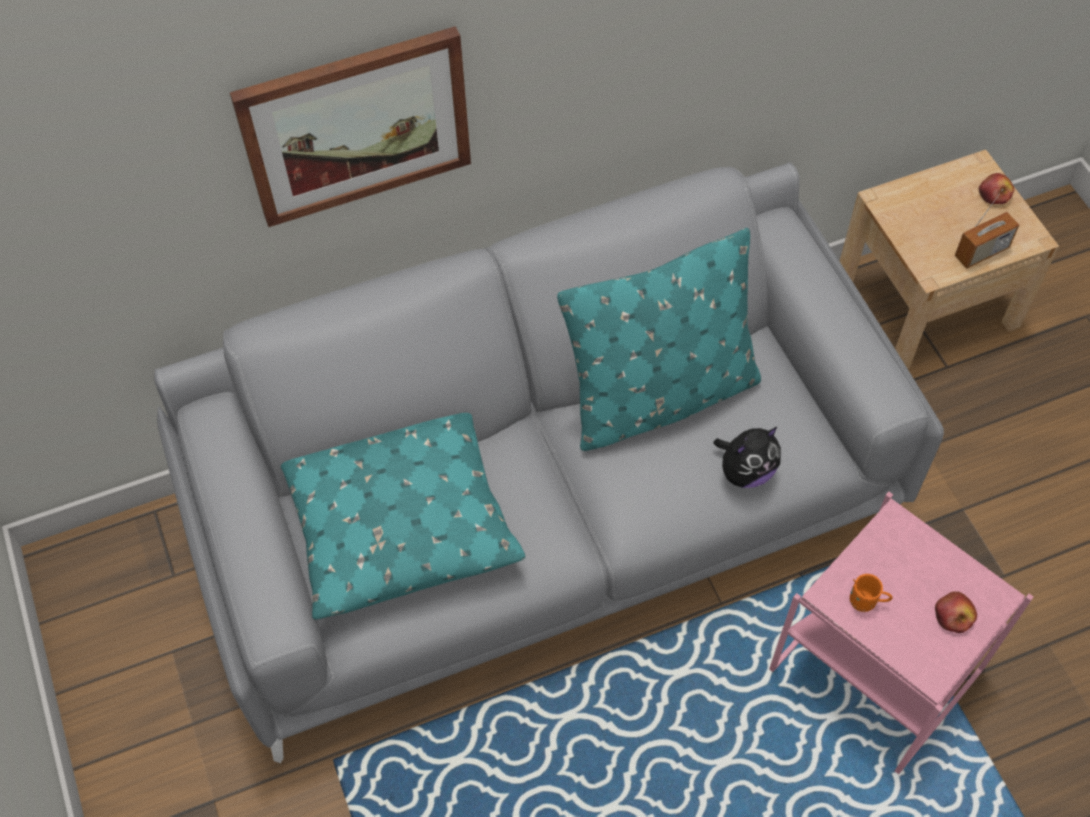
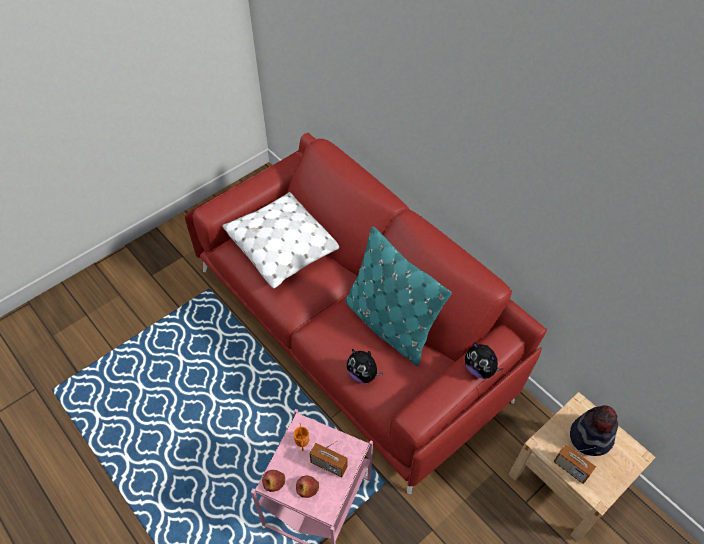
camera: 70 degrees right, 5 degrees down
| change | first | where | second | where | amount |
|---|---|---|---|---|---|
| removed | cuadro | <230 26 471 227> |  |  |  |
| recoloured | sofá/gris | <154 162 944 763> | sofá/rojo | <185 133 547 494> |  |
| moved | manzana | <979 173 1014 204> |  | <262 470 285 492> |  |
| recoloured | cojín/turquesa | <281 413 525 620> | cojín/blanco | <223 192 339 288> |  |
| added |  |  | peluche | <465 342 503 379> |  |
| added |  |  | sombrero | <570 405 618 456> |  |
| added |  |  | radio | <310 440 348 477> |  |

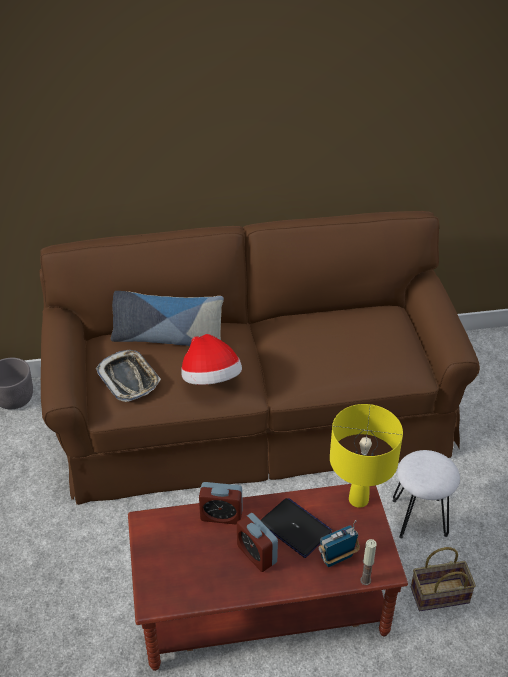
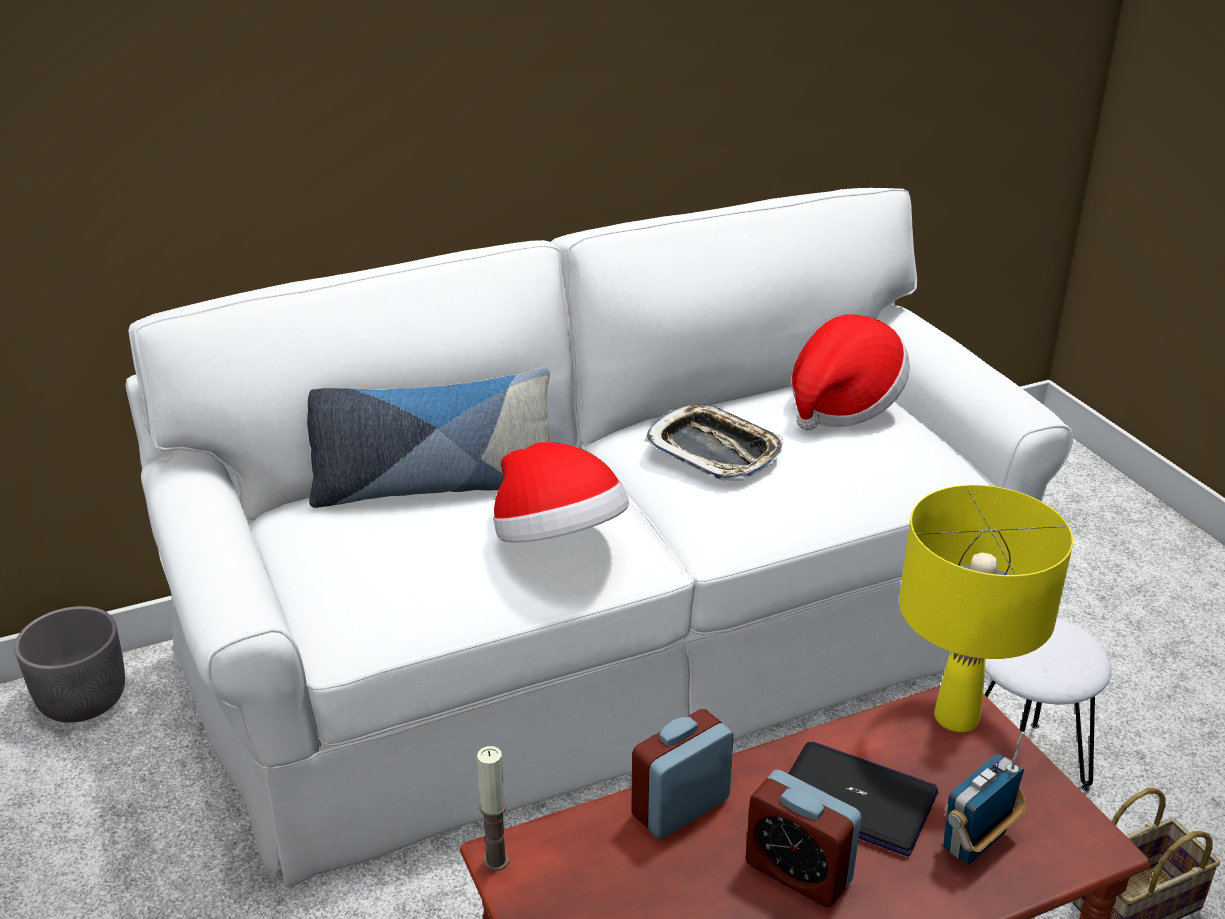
camera: 15 degrees left, 10 degrees down
| change | first | where | second | where | amount |
|---|---|---|---|---|---|
| recoloured | sofá/marrón | <39 211 480 505> | sofá/blanco | <125 188 1073 888> |  |
| moved | bandeja | <96 350 161 402> |  | <645 404 783 481> |  |
| turned | despertador | <199 482 243 525> |  | <632 709 734 839> | 150 degrees clockwise |
| moved | vela | <360 539 377 585> |  | <477 746 509 871> |  |
| added |  |  | sombrero | <791 314 910 430> |  |

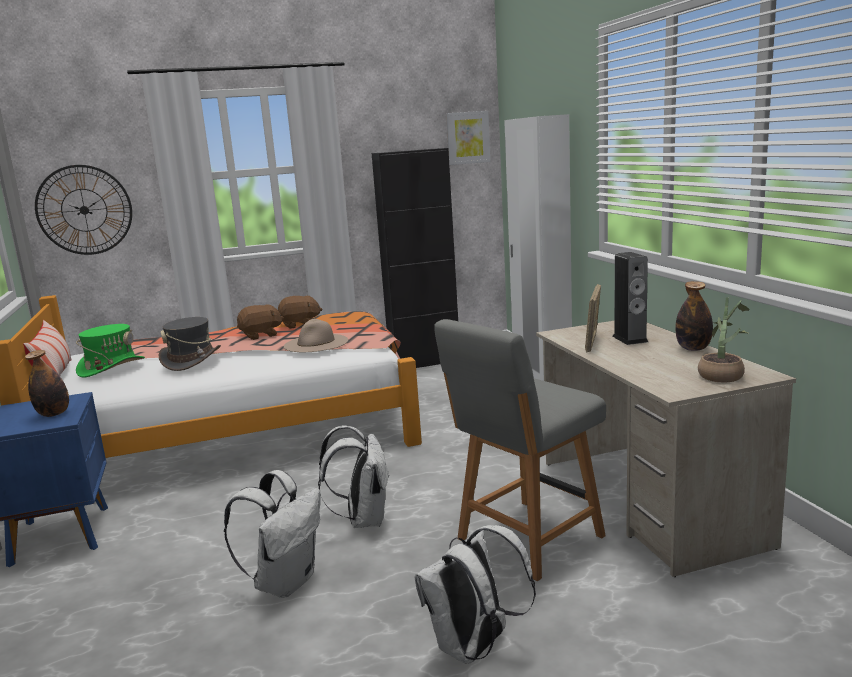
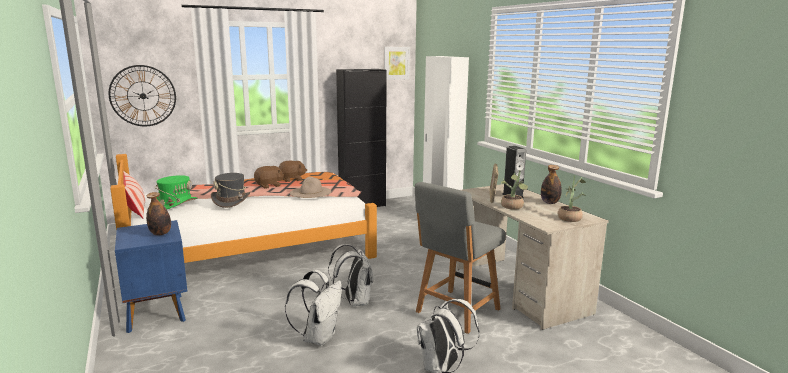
camera: 10 degrees left, 0 degrees up
| change | first | where | second | where | amount |
|---|---|---|---|---|---|
| added |  |  | planta en maceta | <501 170 528 210> |  |

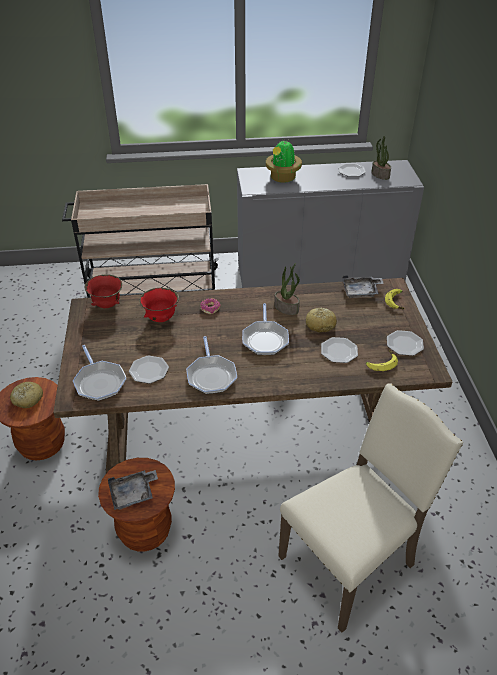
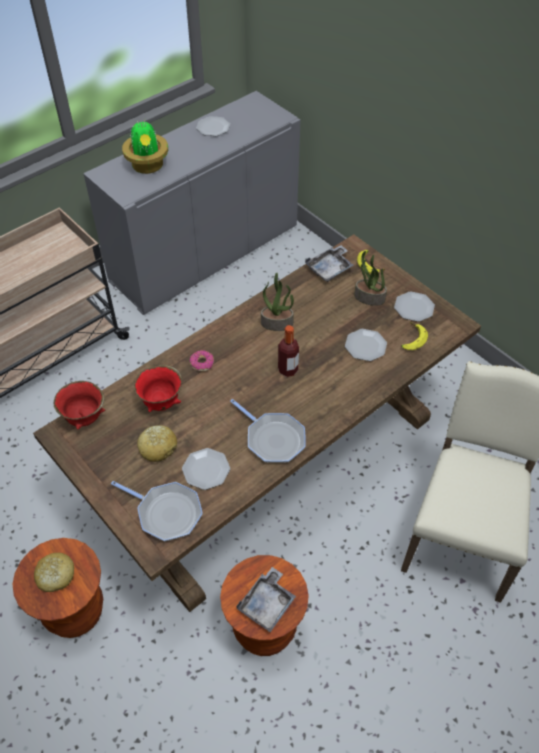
camera: 35 degrees left, 10 degrees up
| change | first | where | second | where | amount |
|---|---|---|---|---|---|
| moved | planta en maceta | <372 136 391 180> |  | <354 251 387 306> |  |
| replaced | sartén | <242 303 289 355> | botella | <278 325 299 377> |  |
| moved | pan | <306 308 337 333> |  | <137 425 177 462> |  |

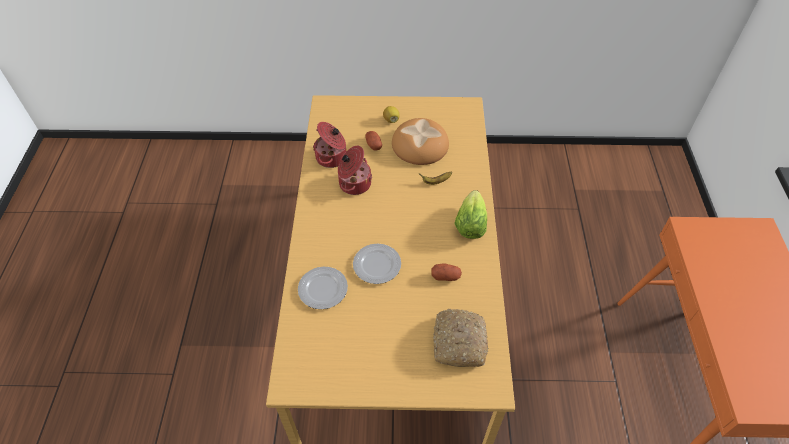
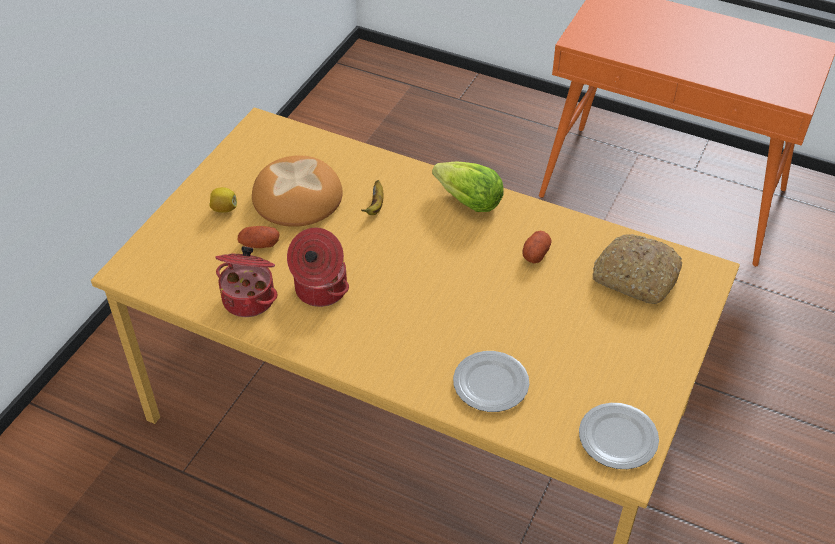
camera: 65 degrees left, 5 degrees down
| change | first | where | second | where | amount |
|---|---|---|---|---|---|
| moved | plato | <353 244 401 284> |  | <579 403 659 469> |  |

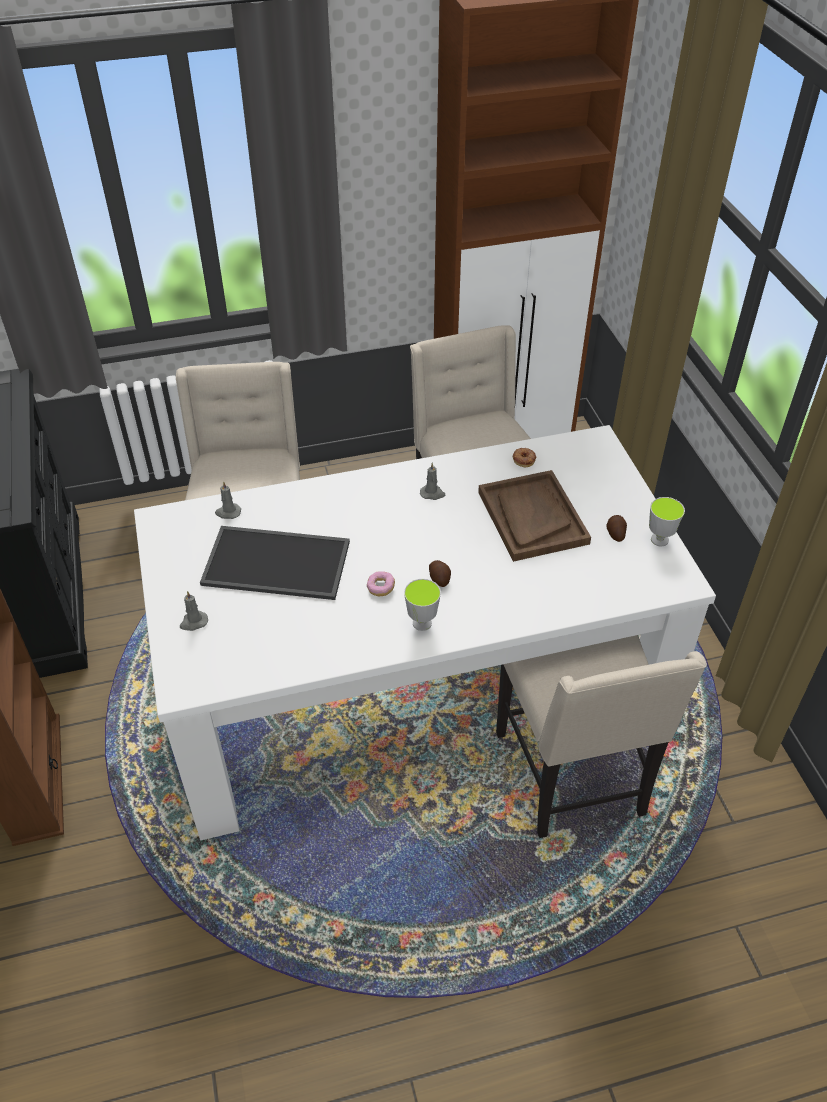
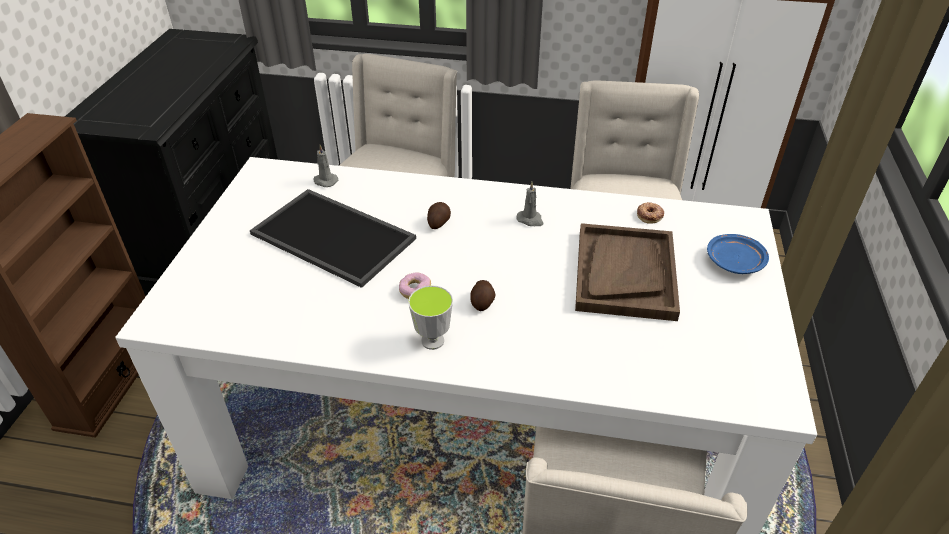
camera: 25 degrees right, 5 degrees down
| change | first | where | second | where | amount |
|---|---|---|---|---|---|
| removed | taza | <649 497 685 546> |  |  |  |
| moved | patata | <606 515 627 542> |  | <427 202 451 229> |  |
| removed | vela/gris | <180 591 208 631> |  |  |  |
| added |  |  | plato/azul | <707 234 769 274> |  |

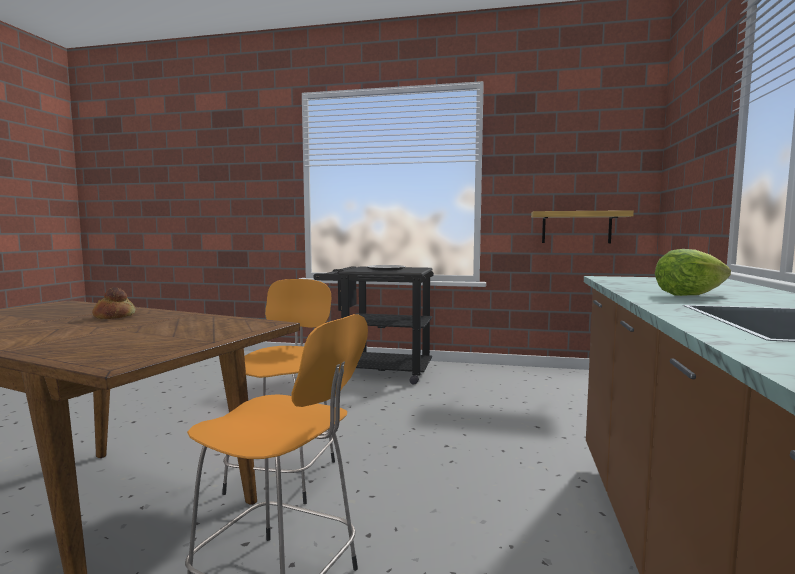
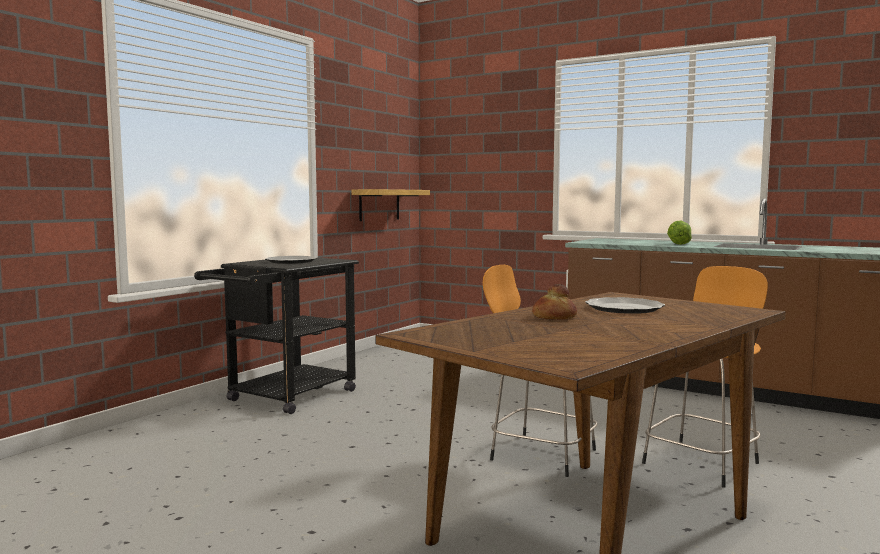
camera: 70 degrees left, 0 degrees up
| change | first | where | second | where | amount |
|---|---|---|---|---|---|
| added |  |  | plato | <585 297 665 314> |  |

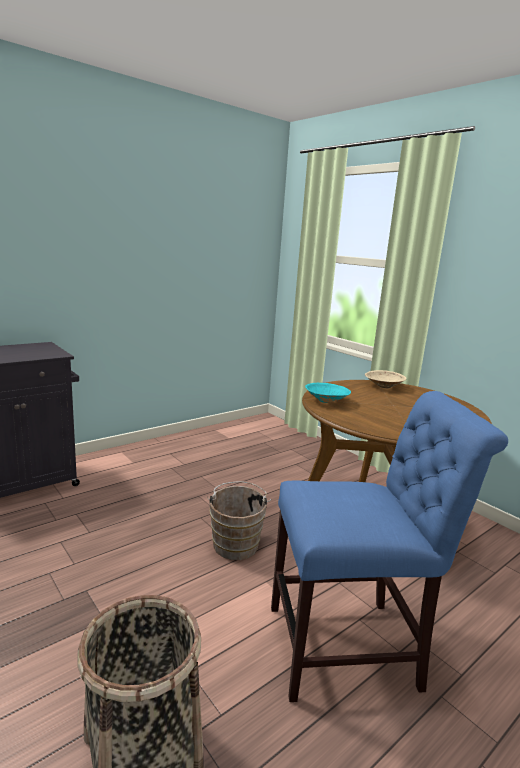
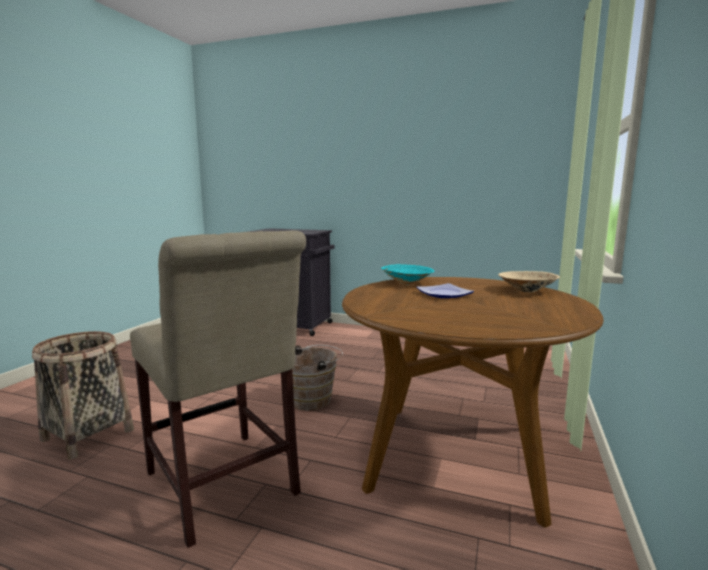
camera: 60 degrees right, 5 degrees down
| change | first | where | second | where | amount |
|---|---|---|---|---|---|
| recoloured | silla/azul | <271 391 508 702> | silla/beis | <130 230 306 548> |  |
| added |  |  | plato | <416 283 474 298> |  |

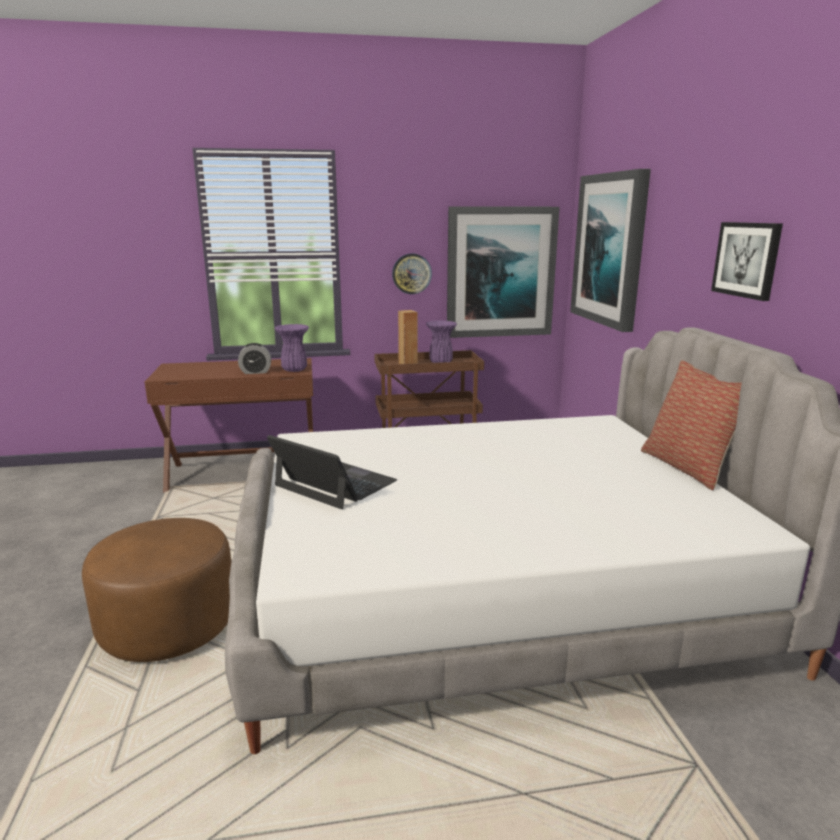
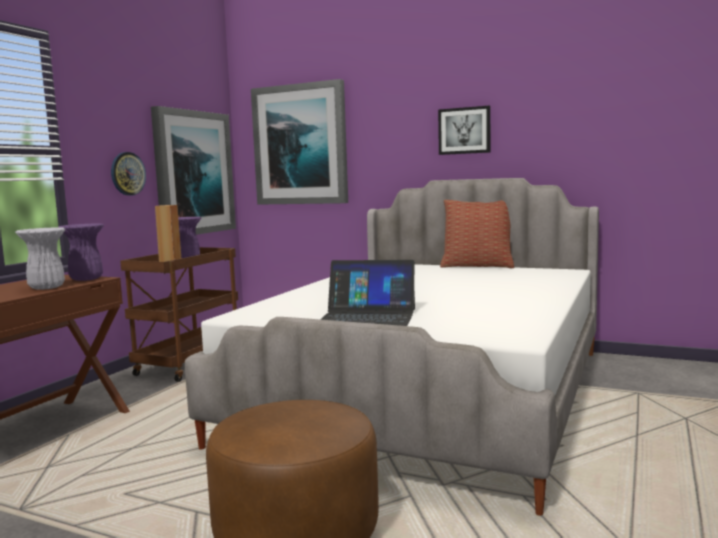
camera: 55 degrees left, 10 degrees down
| change | first | where | second | where | amount |
|---|---|---|---|---|---|
| replaced | despertador | <238 343 271 374> | florero/blanco | <15 227 66 290> |  |
| turned | portátil | <267 435 397 509> |  | <320 260 415 326> | 150 degrees counterclockwise |

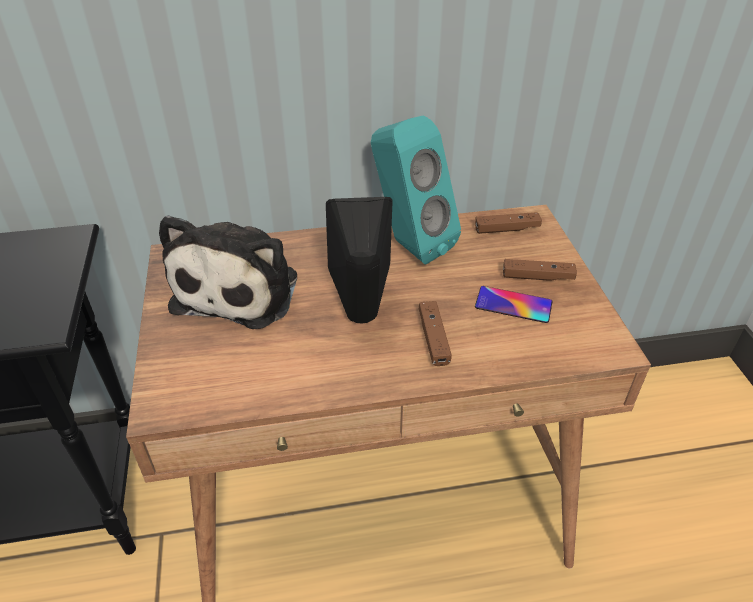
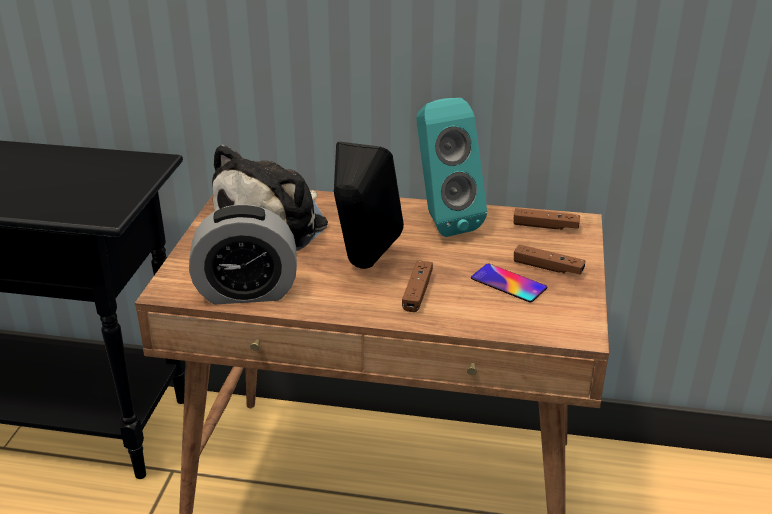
camera: 20 degrees right, 10 degrees down
| change | first | where | second | where | amount |
|---|---|---|---|---|---|
| added |  |  | despertador | <189 204 297 304> |  |

